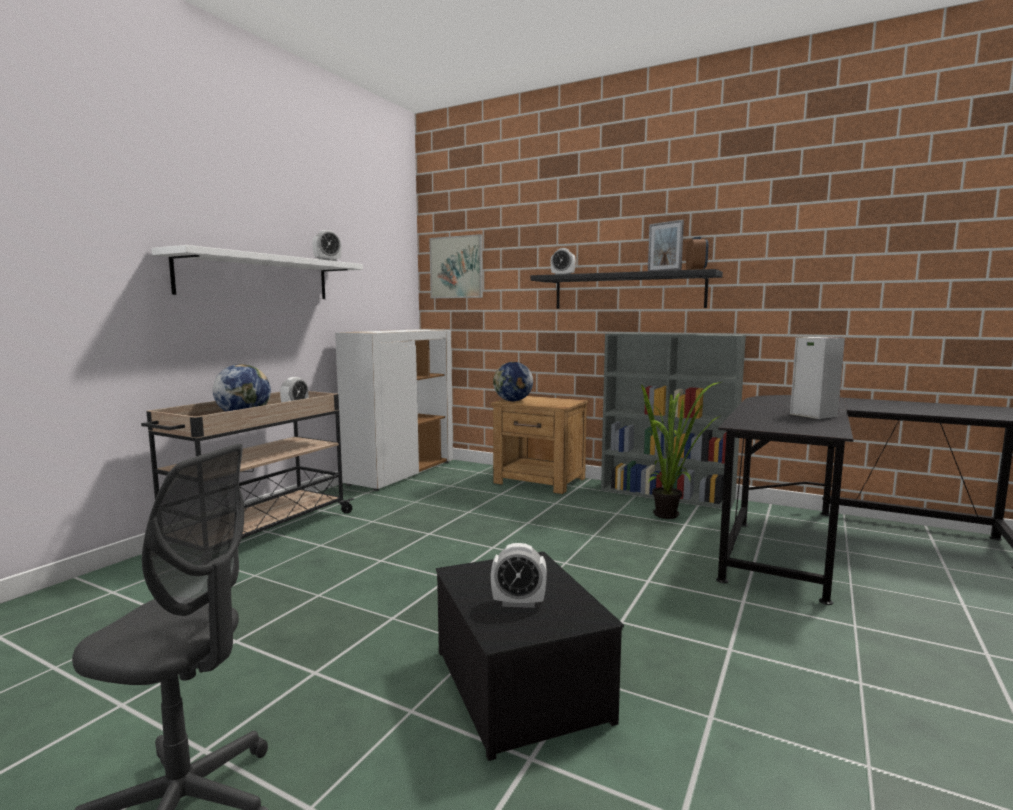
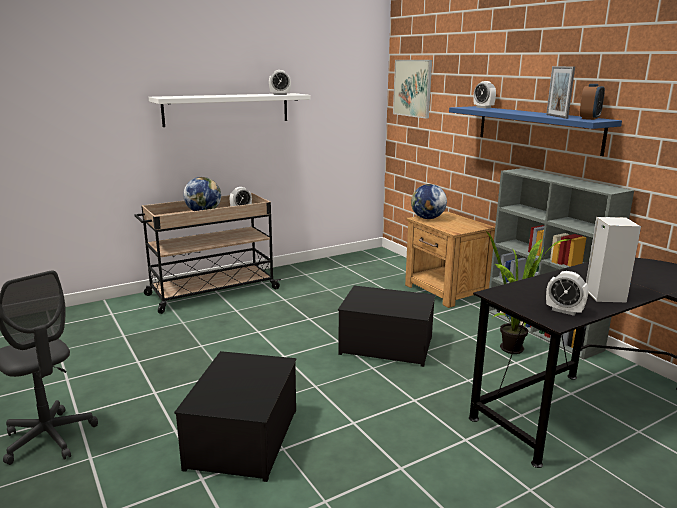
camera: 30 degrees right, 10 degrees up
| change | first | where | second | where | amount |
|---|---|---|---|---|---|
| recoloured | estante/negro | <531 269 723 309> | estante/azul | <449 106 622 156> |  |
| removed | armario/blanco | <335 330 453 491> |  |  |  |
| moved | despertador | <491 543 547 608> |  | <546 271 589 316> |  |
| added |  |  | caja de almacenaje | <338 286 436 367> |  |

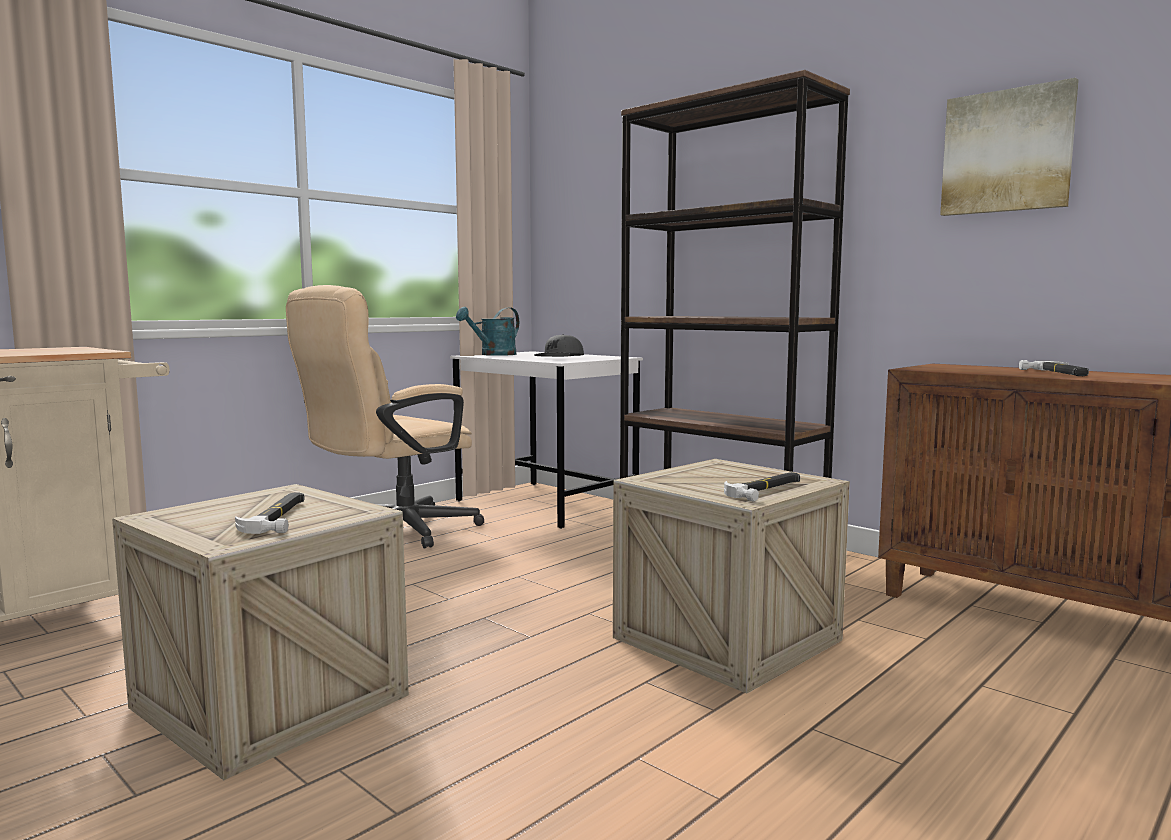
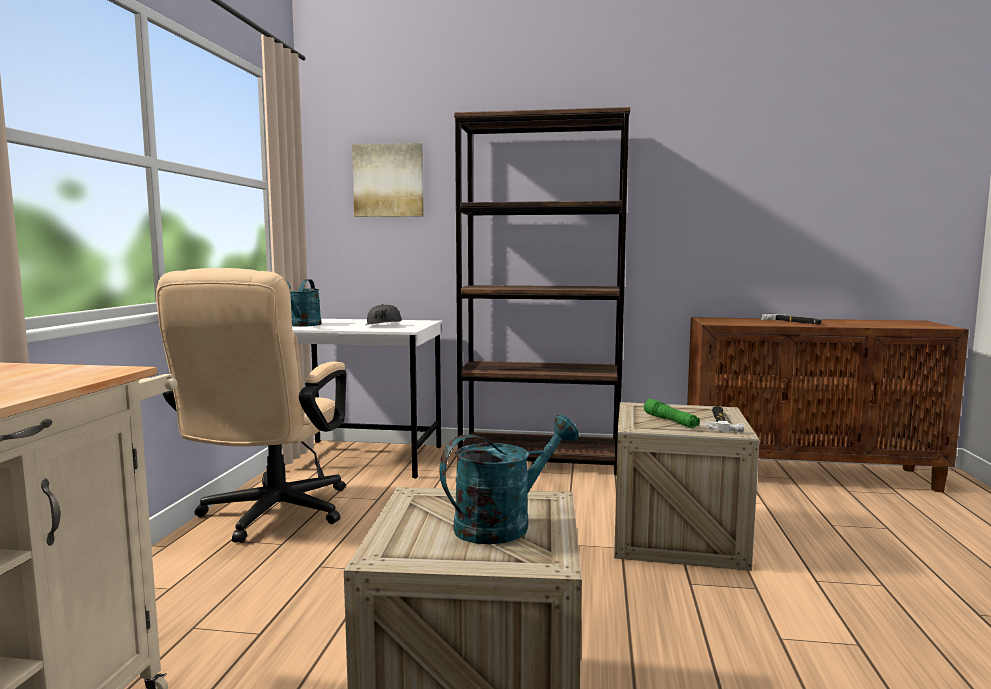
camera: 35 degrees left, 0 degrees up
| change | first | where | second | where | amount |
|---|---|---|---|---|---|
| moved | cuadro | <940 78 1079 216> |  | <352 143 424 217> |  |
| replaced | martillo | <235 493 305 534> | regadera/turquesa | <440 415 579 544> |  |
| added |  |  | linterna/verde | <644 399 700 428> |  |

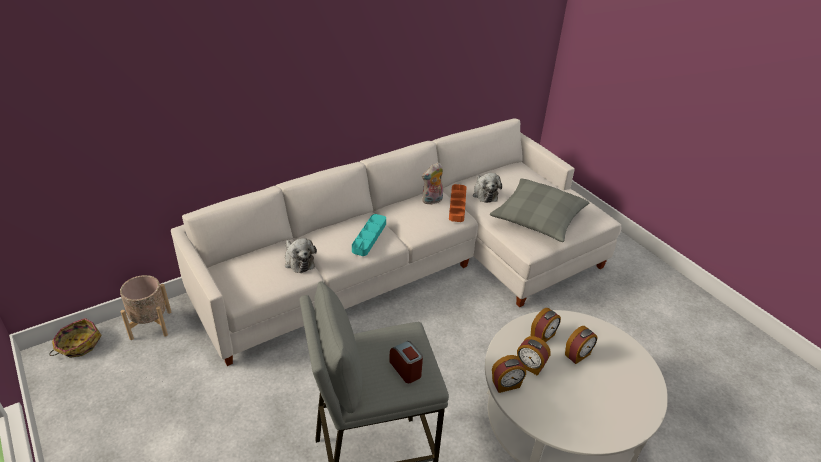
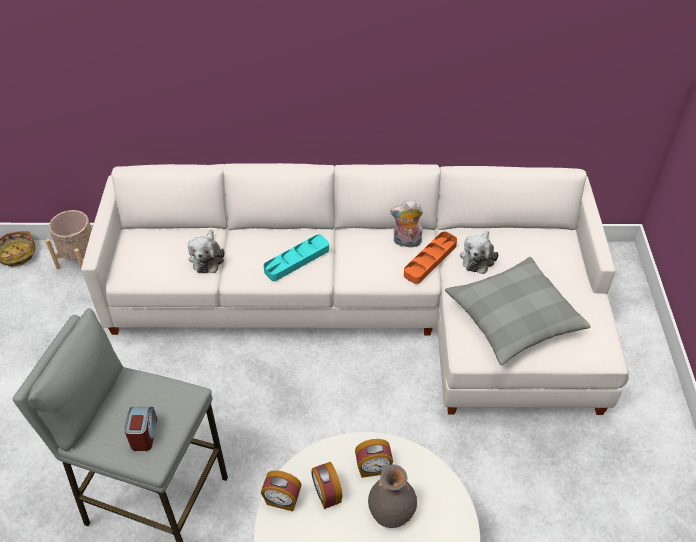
camera: 35 degrees right, 10 degrees up
| change | first | where | second | where | amount |
|---|---|---|---|---|---|
| replaced | despertador | <565 326 598 364> | florero/gris | <368 465 417 528> |  |

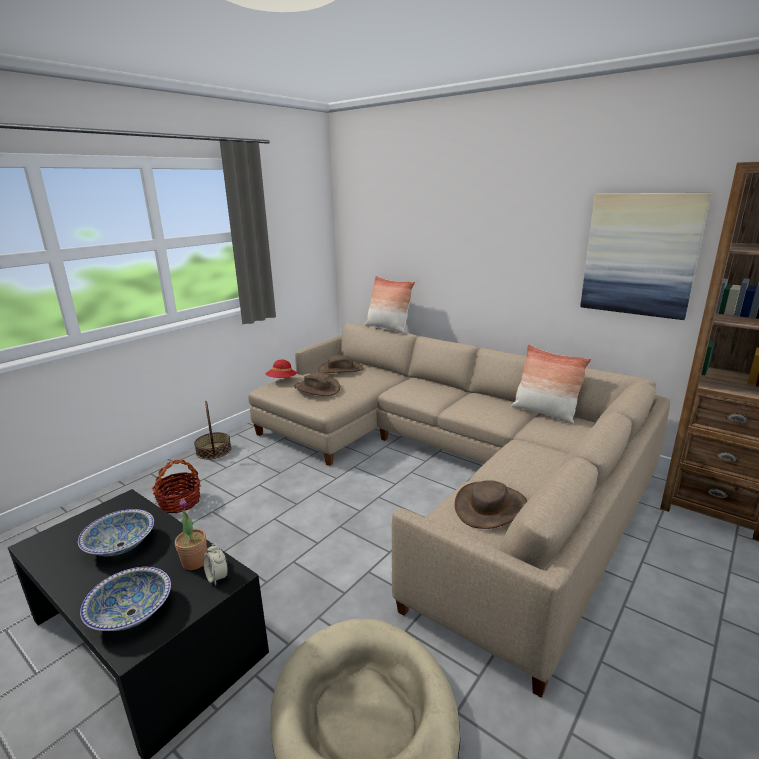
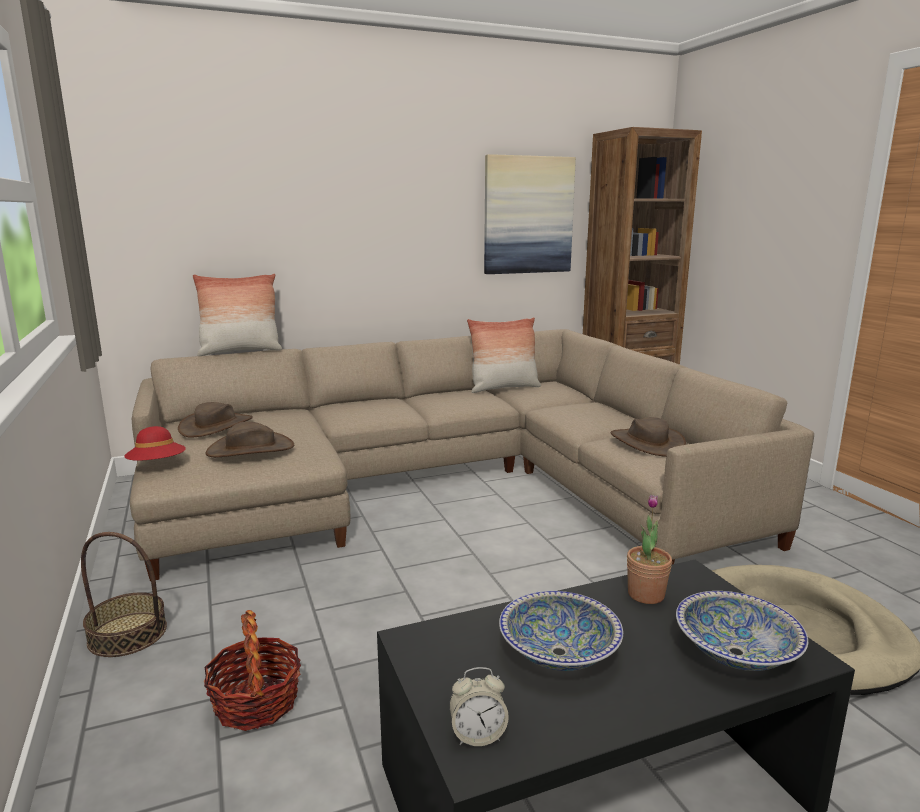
camera: 60 degrees left, 5 degrees down
| change | first | where | second | where | amount |
|---|---|---|---|---|---|
| moved | despertador | <203 543 228 586> |  | <449 667 509 746> |  |

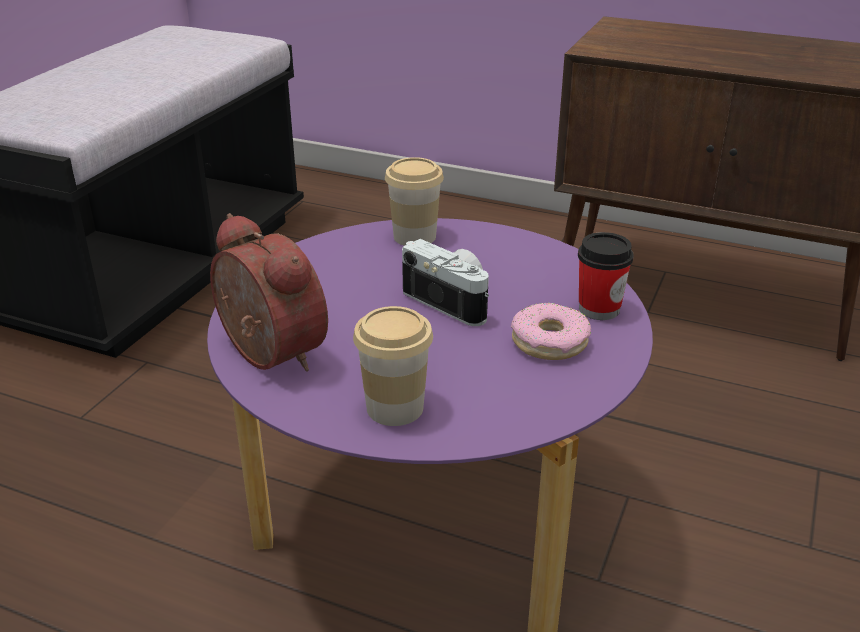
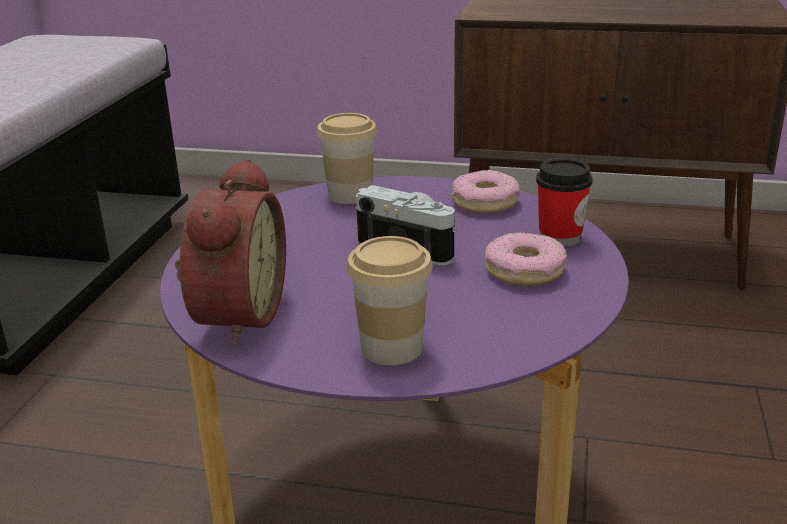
camera: 10 degrees left, 5 degrees down
| change | first | where | second | where | amount |
|---|---|---|---|---|---|
| turned | despertador | <210 213 328 372> |  | <175 158 286 346> | 60 degrees clockwise |
| added |  |  | rosquilla | <452 170 520 213> |  |

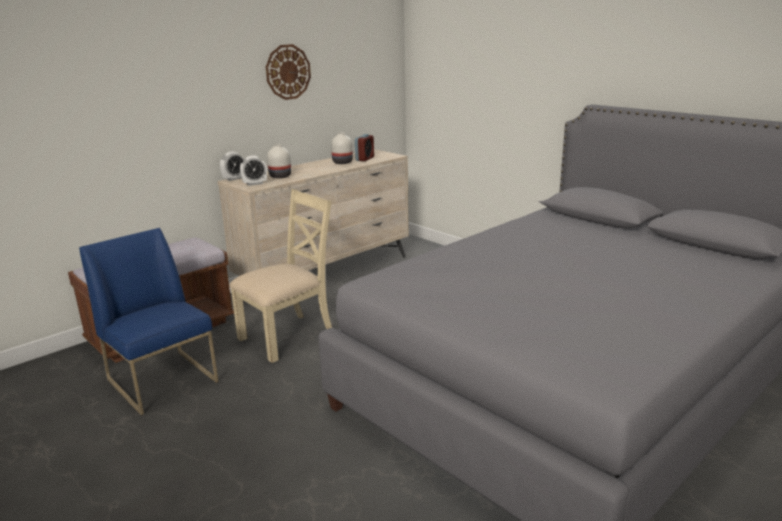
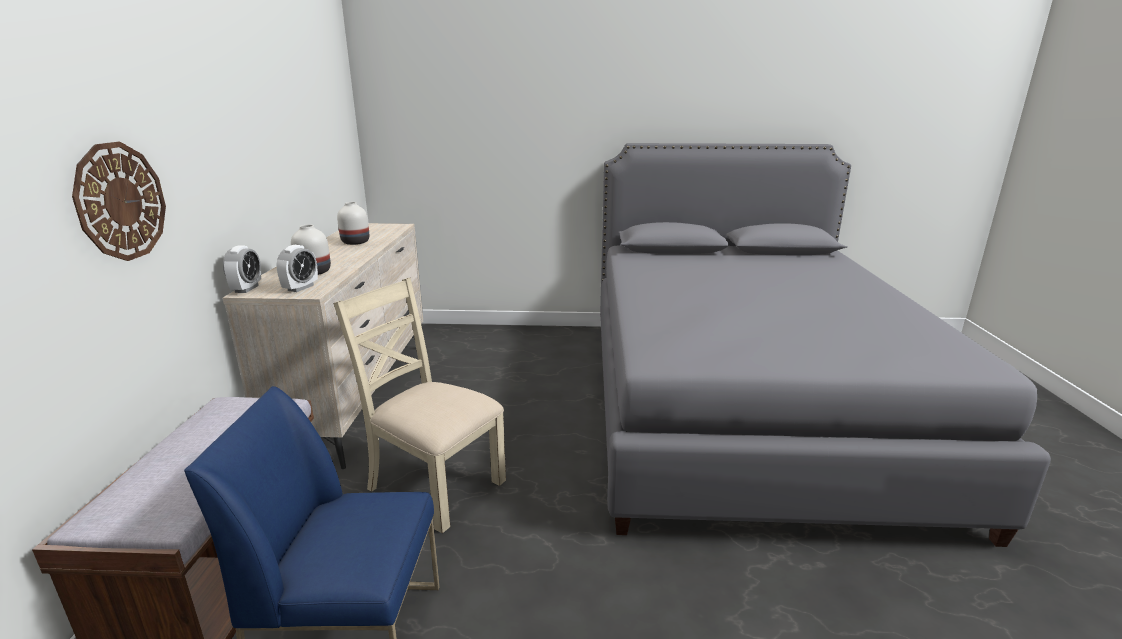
camera: 45 degrees left, 0 degrees up
| change | first | where | second | where | amount |
|---|---|---|---|---|---|
| moved | reloj de pared | <266 44 311 100> |  | <72 142 166 261> |  |
| removed | despertador | <355 134 374 161> |  |  |  |
| turned | silla/beis | <230 189 332 363> |  | <333 278 506 533> | 60 degrees counterclockwise |

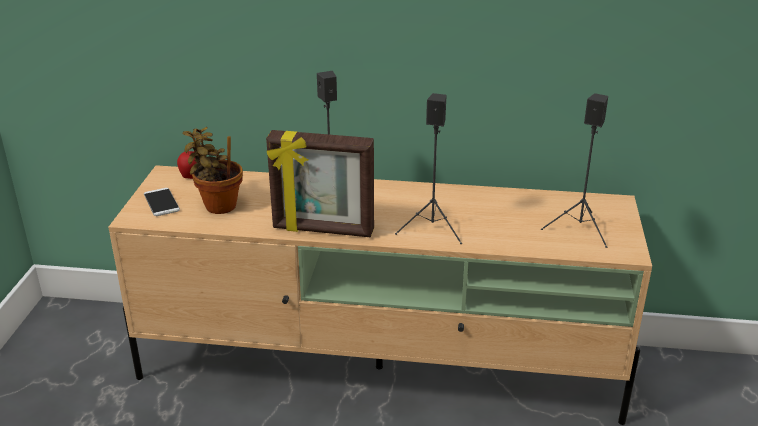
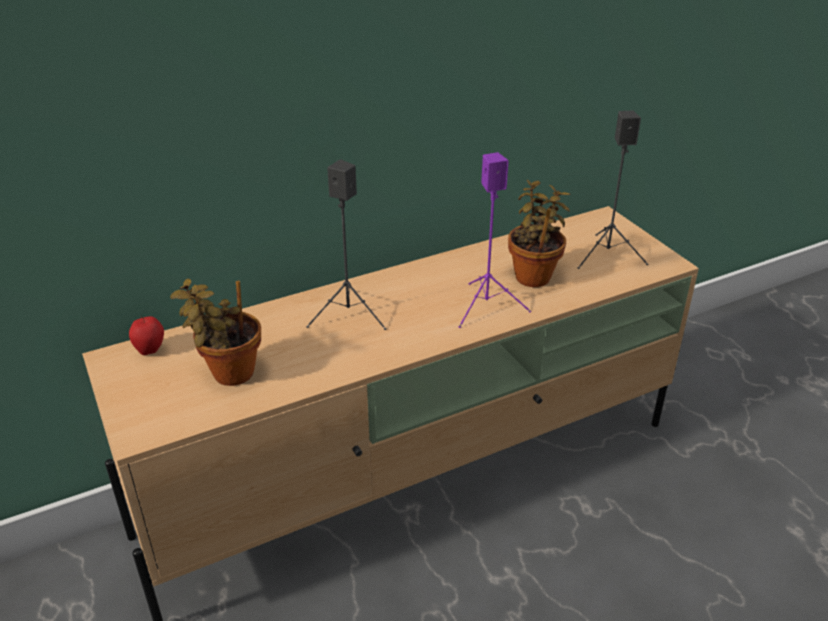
camera: 35 degrees left, 5 degrees up
| change | first | where | second | where | amount |
|---|---|---|---|---|---|
| recoloured | altavoz/negro | <395 93 462 244> | altavoz/morado | <459 152 531 328> |  |
| removed | portarretratos | <266 130 374 237> |  |  |  |
| removed | móvil | <144 188 180 216> |  |  |  |
| added |  |  | planta en maceta | <508 180 571 287> |  |

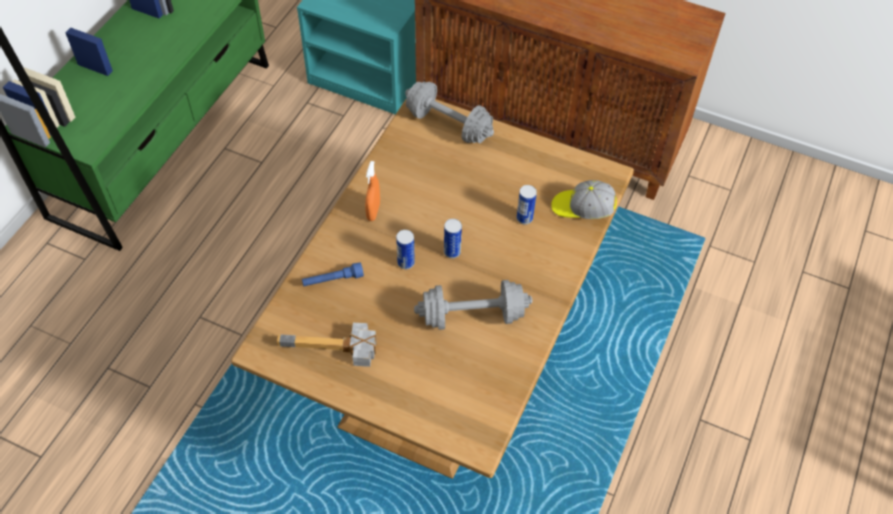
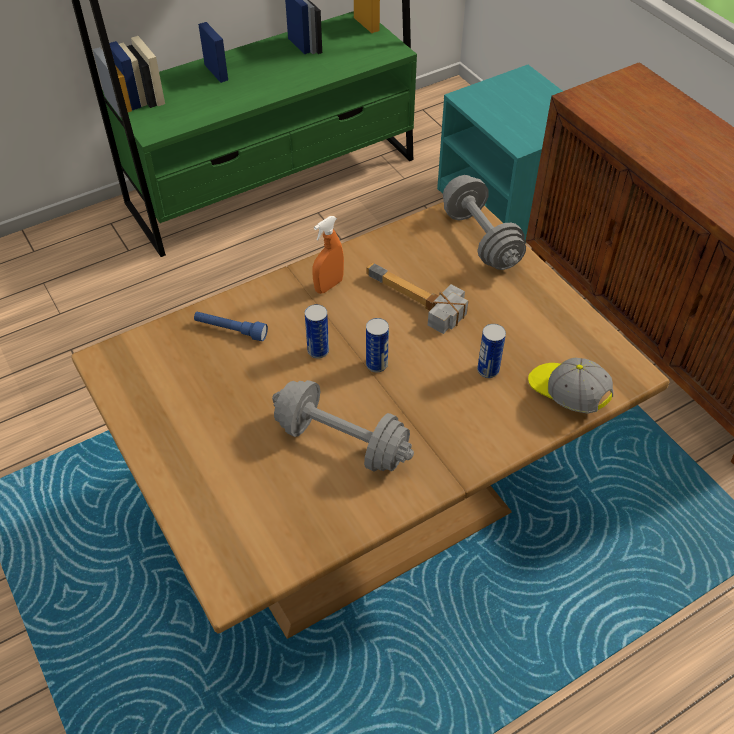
camera: 35 degrees right, 5 degrees down
| change | first | where | second | where | amount |
|---|---|---|---|---|---|
| moved | martillo | <277 322 377 367> |  | <367 263 468 334> |  |

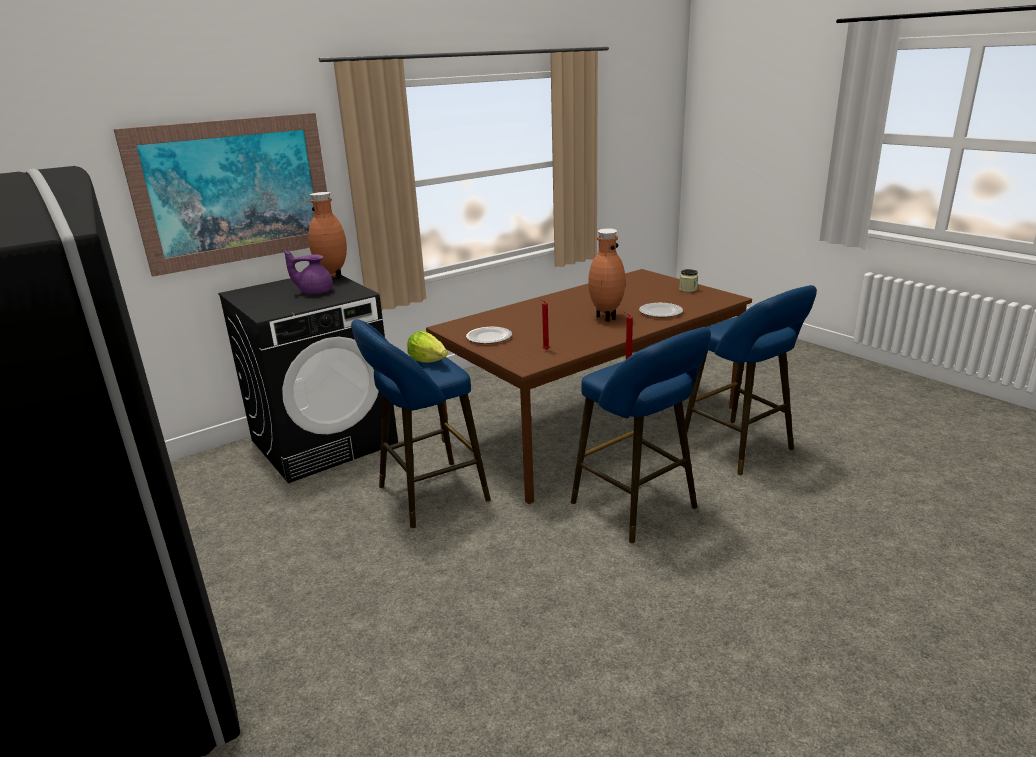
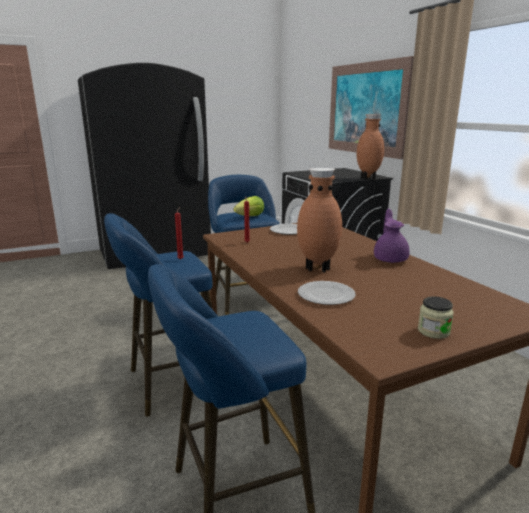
camera: 100 degrees right, 5 degrees down
| change | first | where | second | where | amount |
|---|---|---|---|---|---|
| moved | tetera/morado | <284 251 333 294> |  | <374 209 410 263> |  |

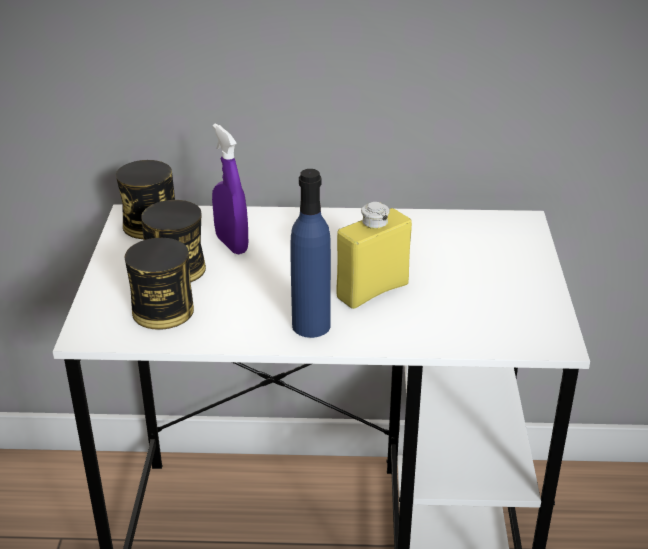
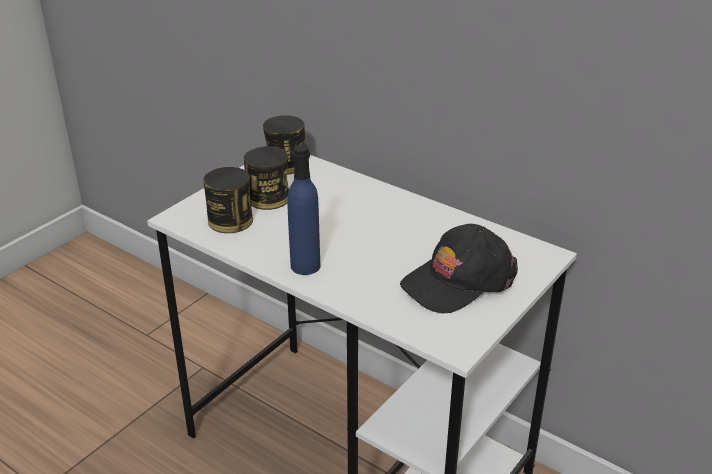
camera: 35 degrees right, 0 degrees up
| change | first | where | second | where | amount |
|---|---|---|---|---|---|
| removed | pulverizador/morado | <212 123 248 255> |  |  |  |
| removed | botella/amarillo | <337 202 412 309> |  |  |  |
| added |  |  | gorra/negro | <400 224 518 314> |  |

